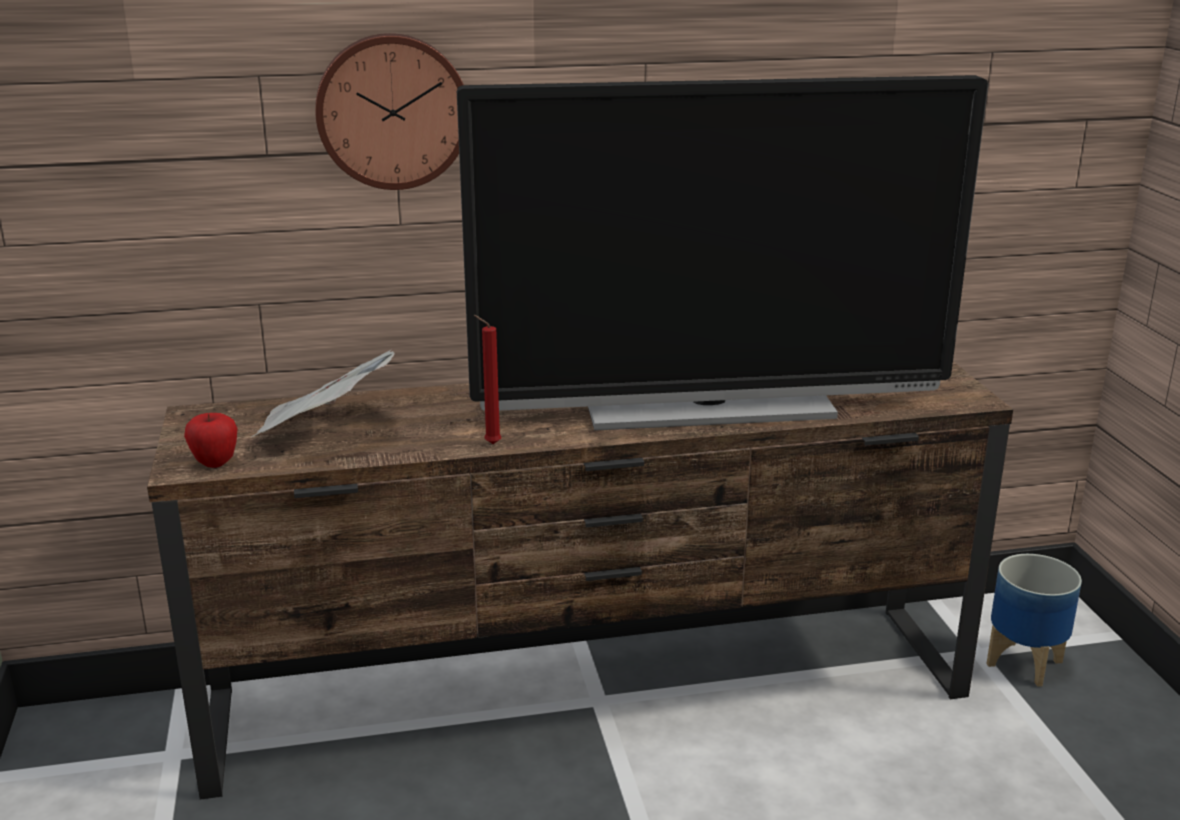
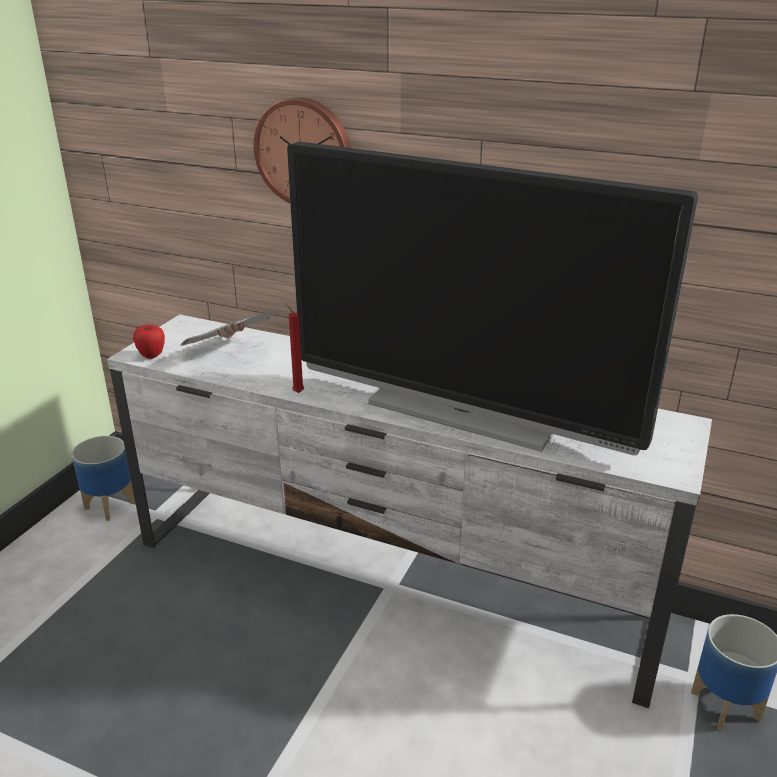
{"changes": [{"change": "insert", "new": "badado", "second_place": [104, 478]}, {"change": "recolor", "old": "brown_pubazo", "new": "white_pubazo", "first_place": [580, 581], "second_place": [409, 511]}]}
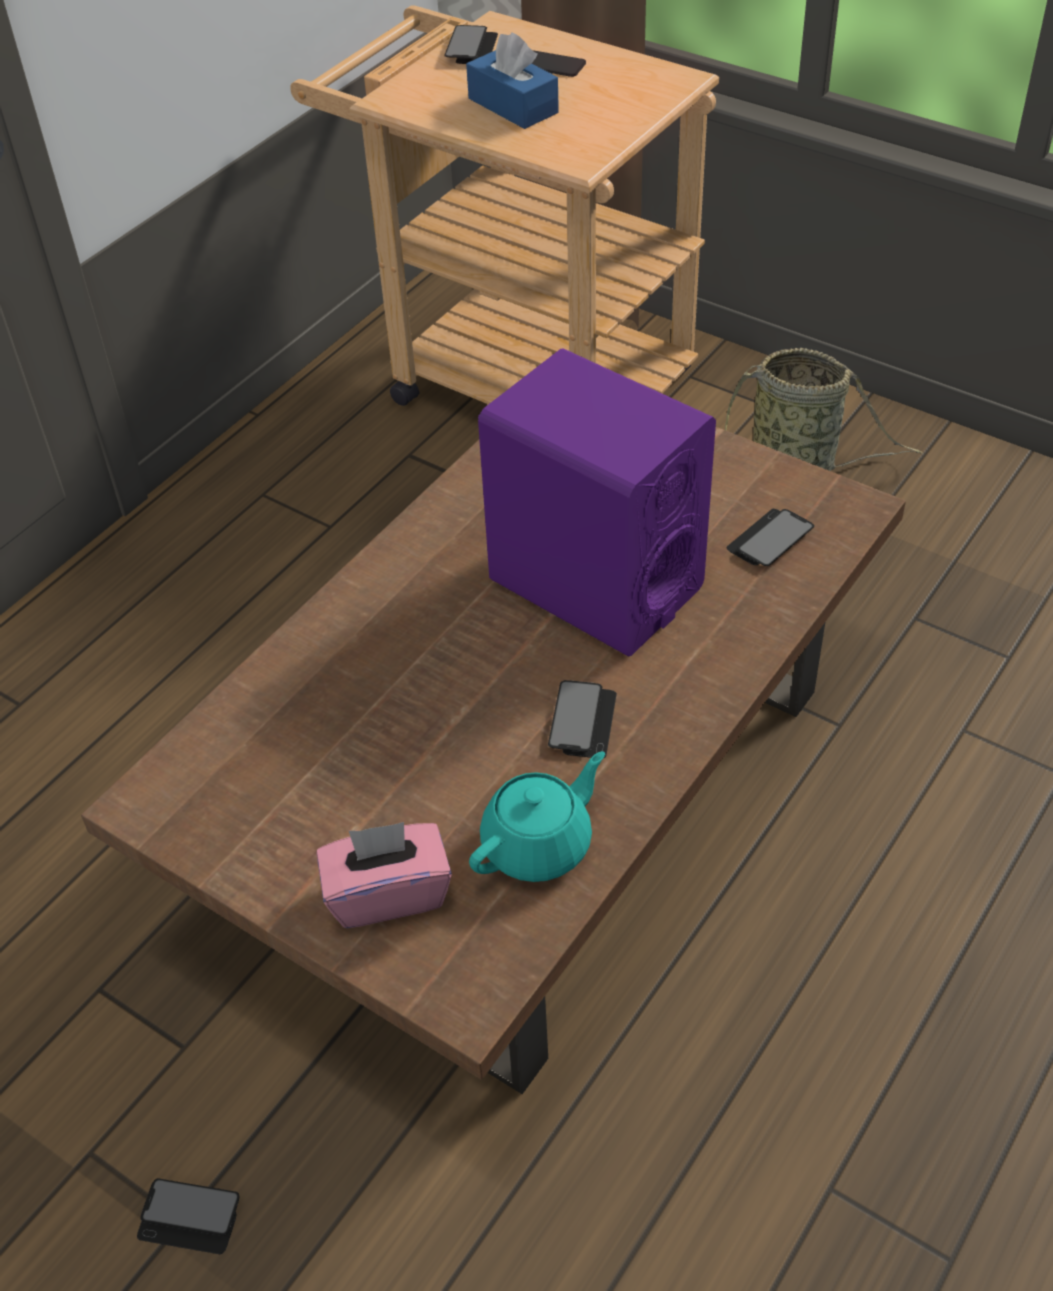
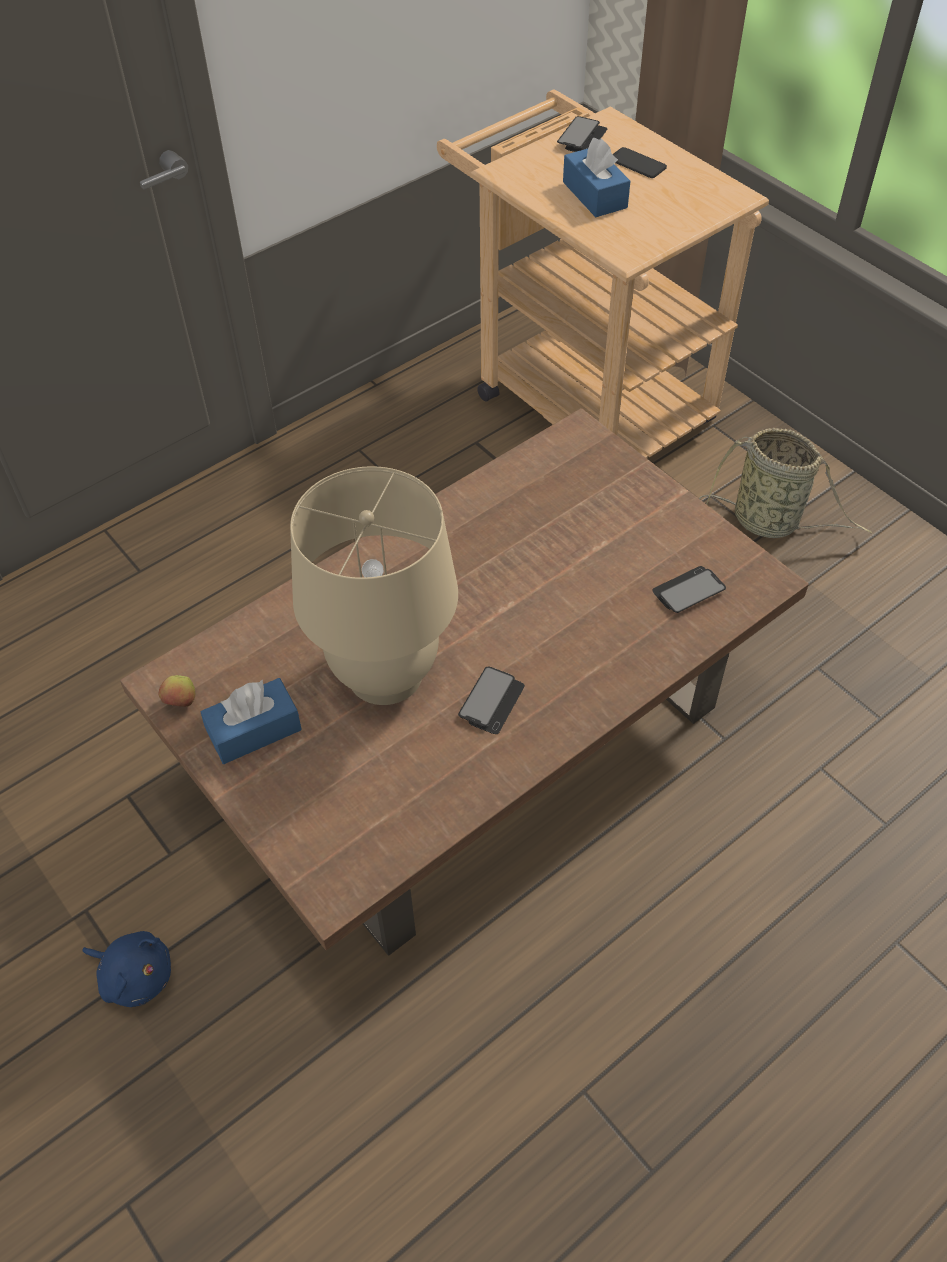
{"changes": [{"change": "delete", "old": "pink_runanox", "first_place": [384, 875]}, {"change": "delete", "old": "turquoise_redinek", "first_place": [537, 816]}, {"change": "delete", "old": "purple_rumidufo", "first_place": [597, 502]}, {"change": "insert", "new": "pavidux", "second_place": [176, 691]}, {"change": "insert", "new": "blue_runanox", "second_place": [251, 721]}, {"change": "insert", "new": "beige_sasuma", "second_place": [374, 585]}, {"change": "replace", "old": "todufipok", "new": "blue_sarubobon", "first_place": [188, 1216], "second_place": [126, 969]}]}
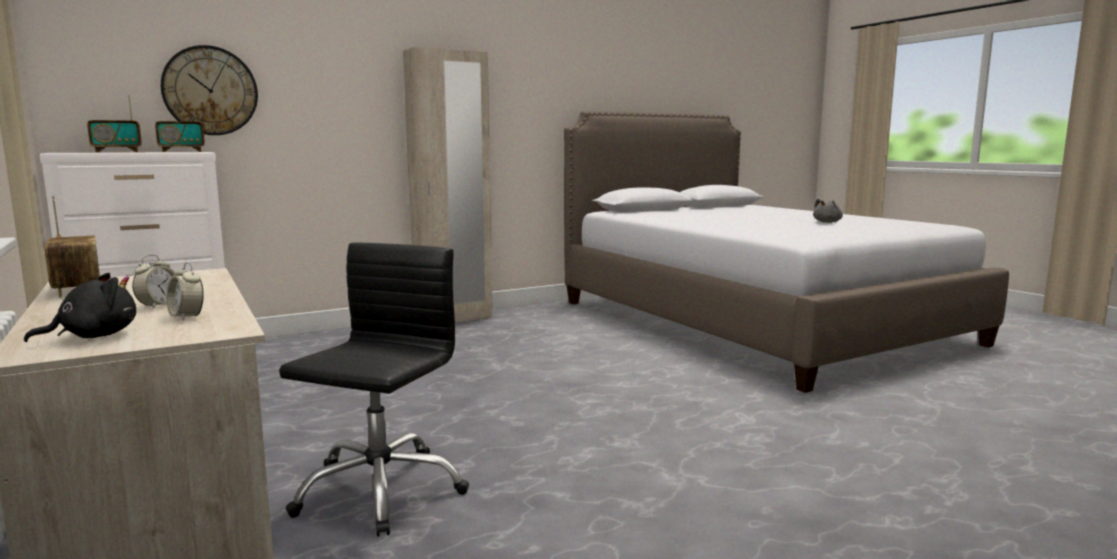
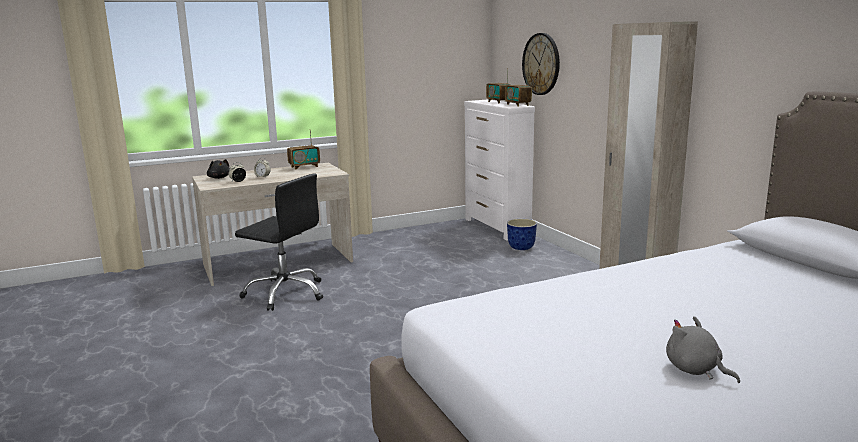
{"changes": [{"change": "insert", "new": "badado", "second_place": [522, 234]}]}
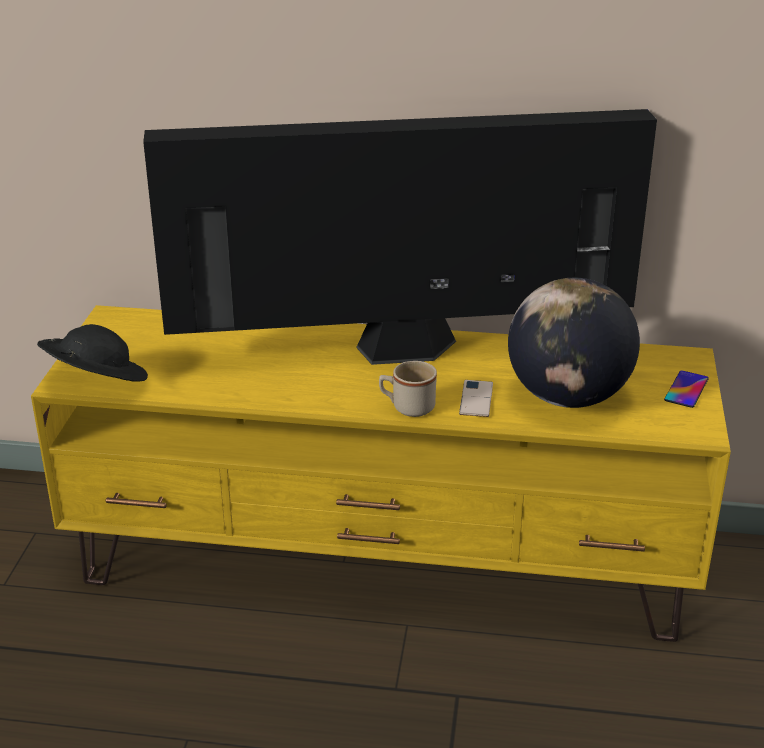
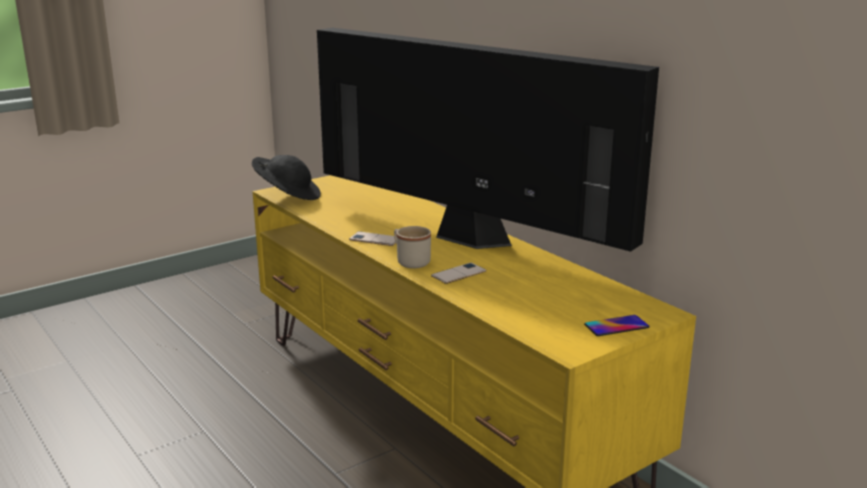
{"changes": [{"change": "delete", "old": "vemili", "first_place": [574, 343]}, {"change": "insert", "new": "todufipok", "second_place": [372, 238]}]}
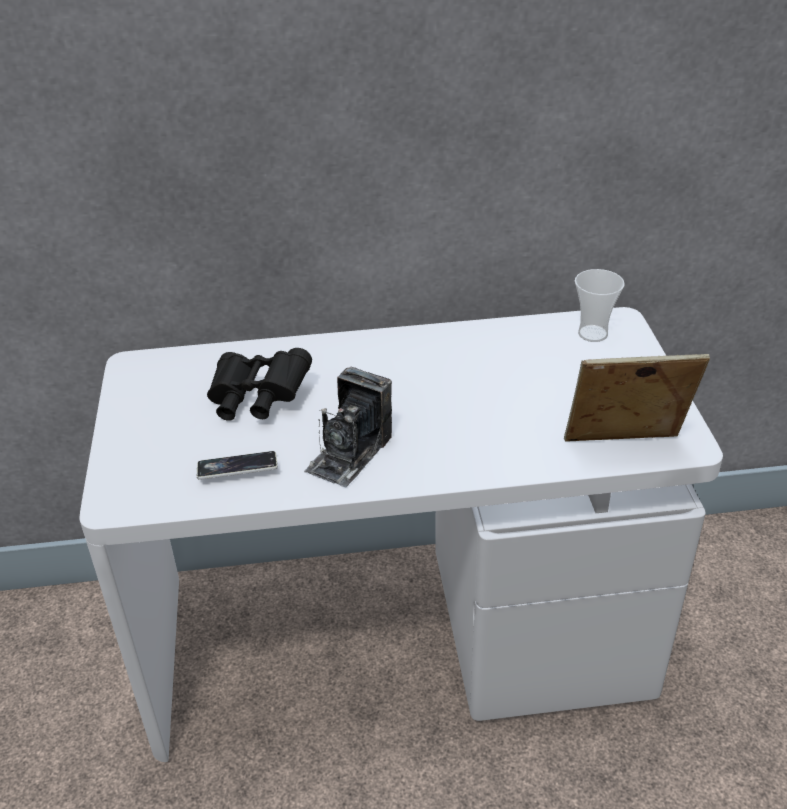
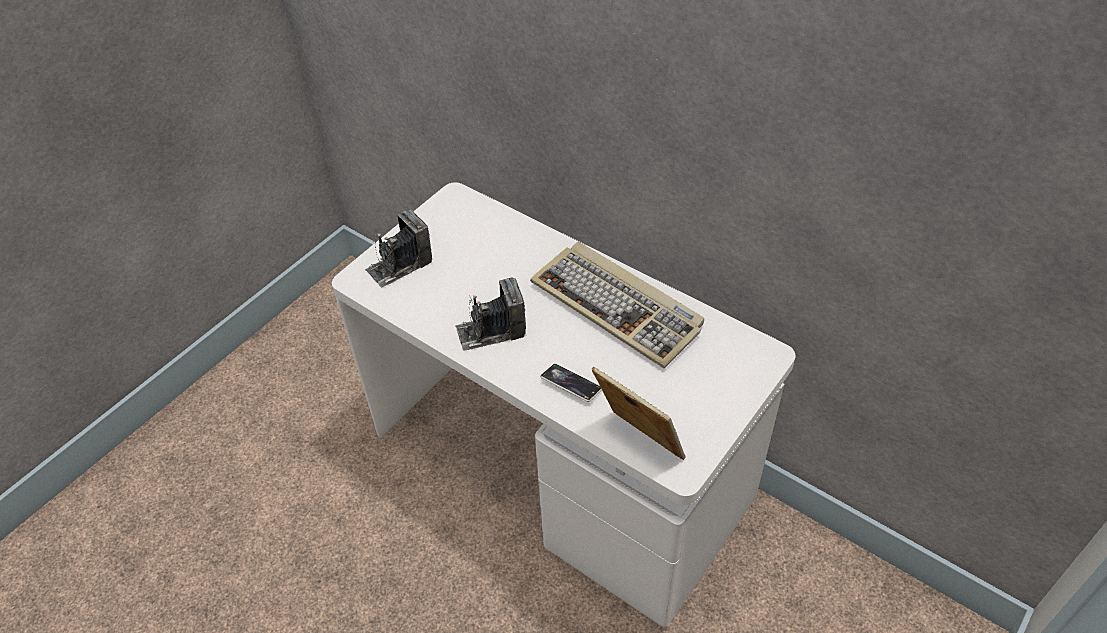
{"changes": [{"change": "delete", "old": "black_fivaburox", "first_place": [259, 384]}, {"change": "delete", "old": "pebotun", "first_place": [600, 305]}, {"change": "insert", "new": "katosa", "second_place": [398, 249]}, {"change": "insert", "new": "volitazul", "second_place": [617, 305]}, {"change": "move", "old": "todufipok", "first_place": [237, 465], "second_place": [571, 383]}]}
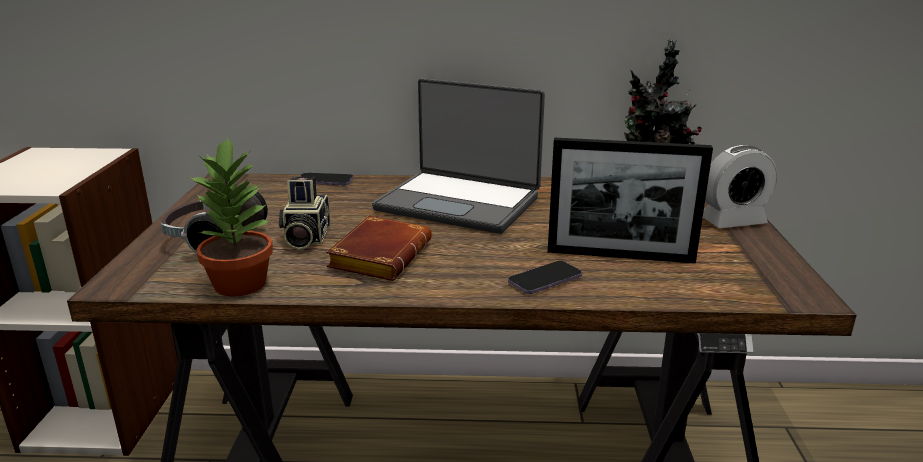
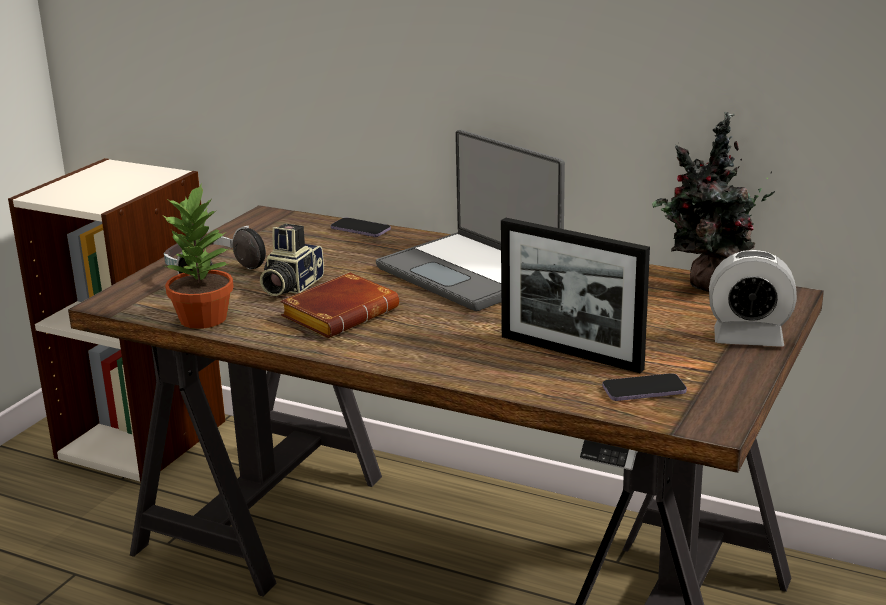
{"changes": [{"change": "move", "old": "todufipok", "first_place": [545, 277], "second_place": [645, 387]}]}
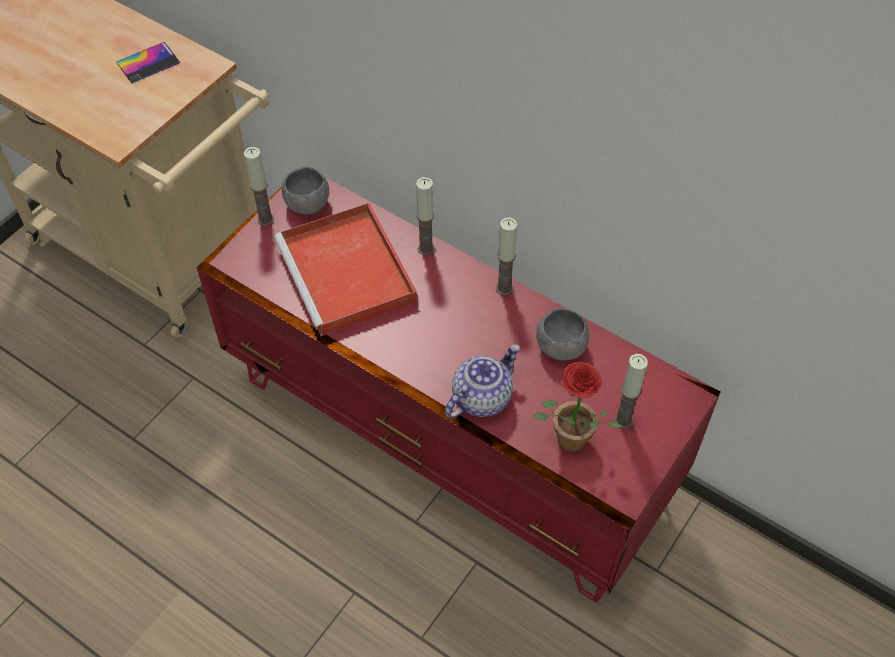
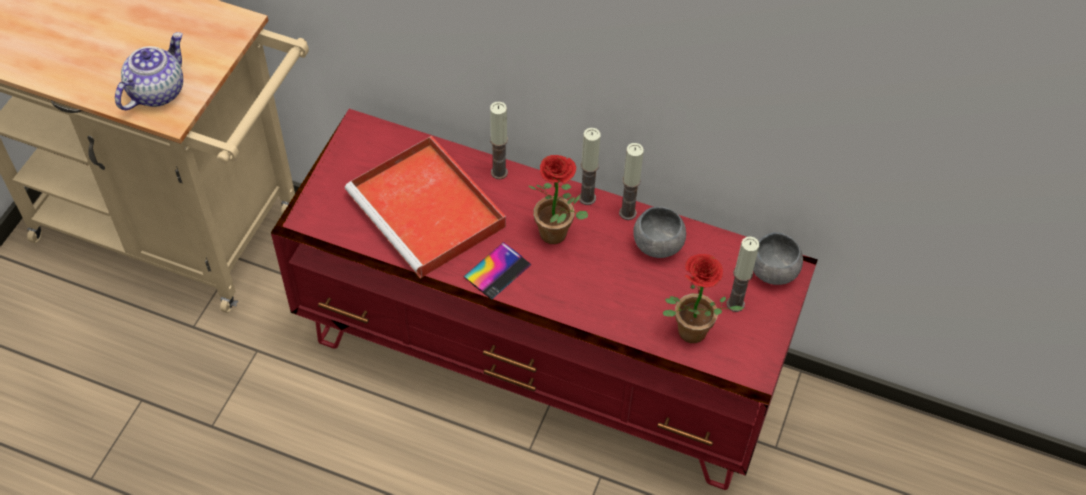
{"changes": [{"change": "insert", "new": "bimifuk", "second_place": [558, 199]}, {"change": "move", "old": "todufipok", "first_place": [148, 62], "second_place": [497, 271]}, {"change": "move", "old": "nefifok", "first_place": [259, 186], "second_place": [631, 181]}, {"change": "move", "old": "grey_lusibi", "first_place": [305, 191], "second_place": [778, 258]}, {"change": "move", "old": "redinek", "first_place": [482, 381], "second_place": [149, 71]}]}
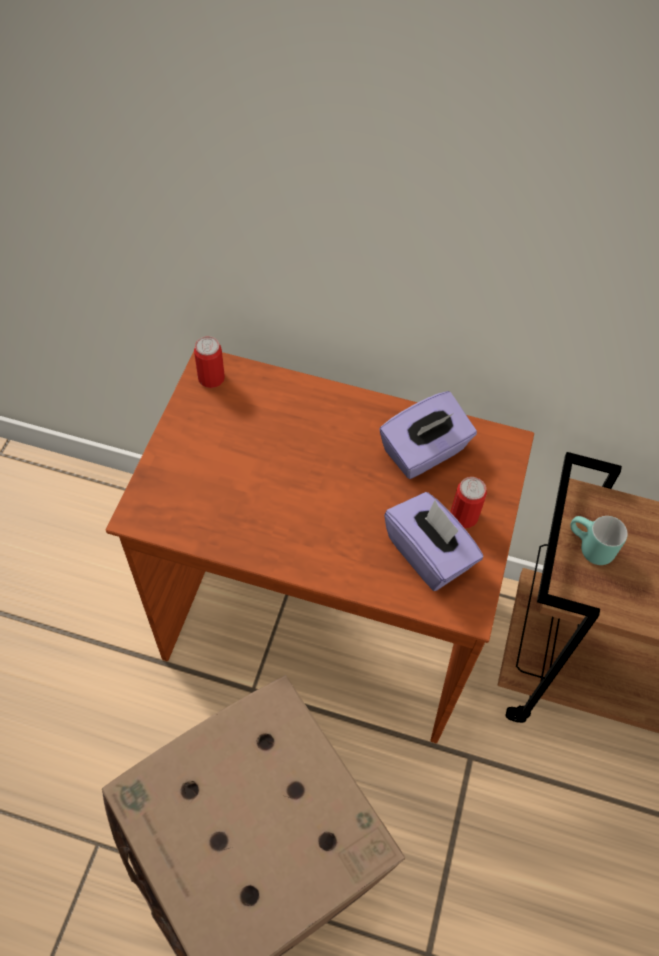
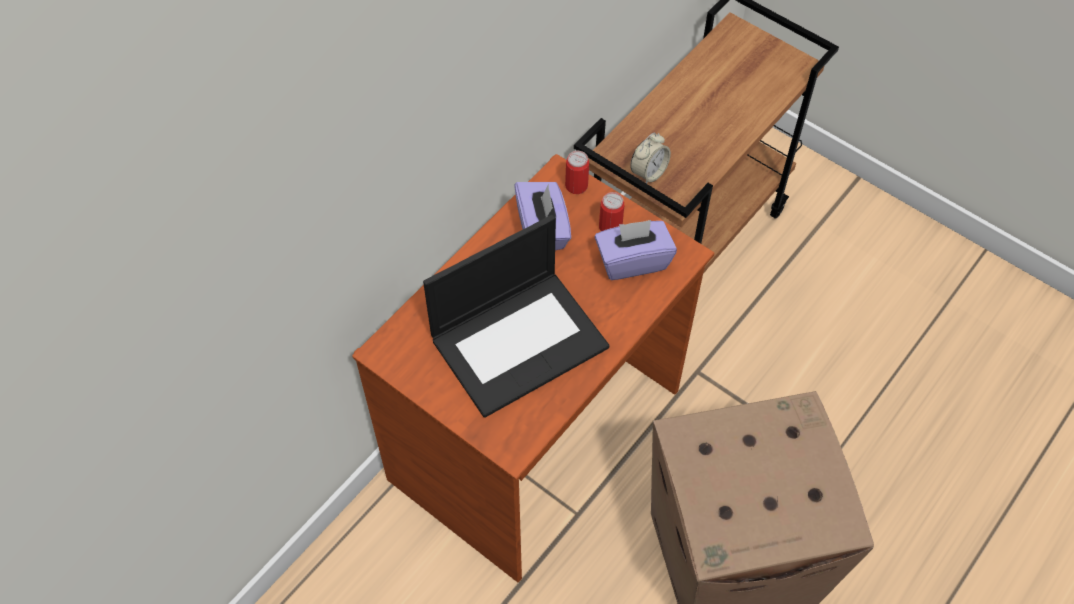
{"changes": [{"change": "insert", "new": "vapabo", "second_place": [516, 316]}, {"change": "move", "old": "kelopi", "first_place": [209, 362], "second_place": [577, 172]}, {"change": "replace", "old": "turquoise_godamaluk", "new": "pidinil", "first_place": [599, 540], "second_place": [650, 158]}]}
